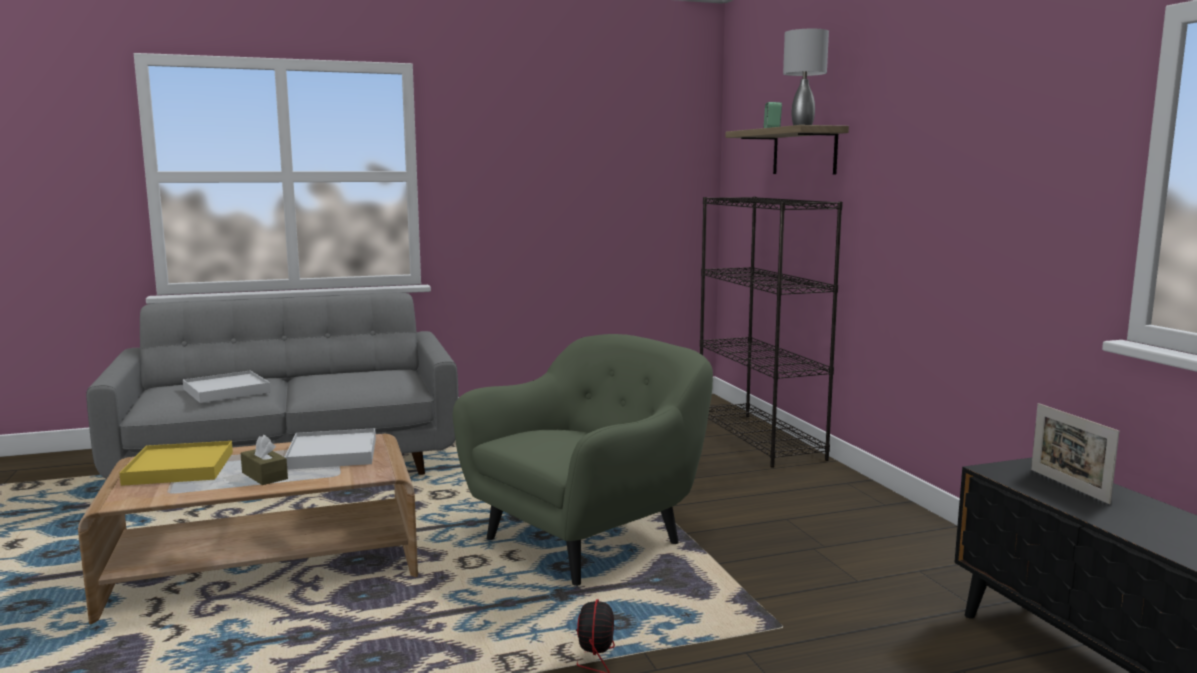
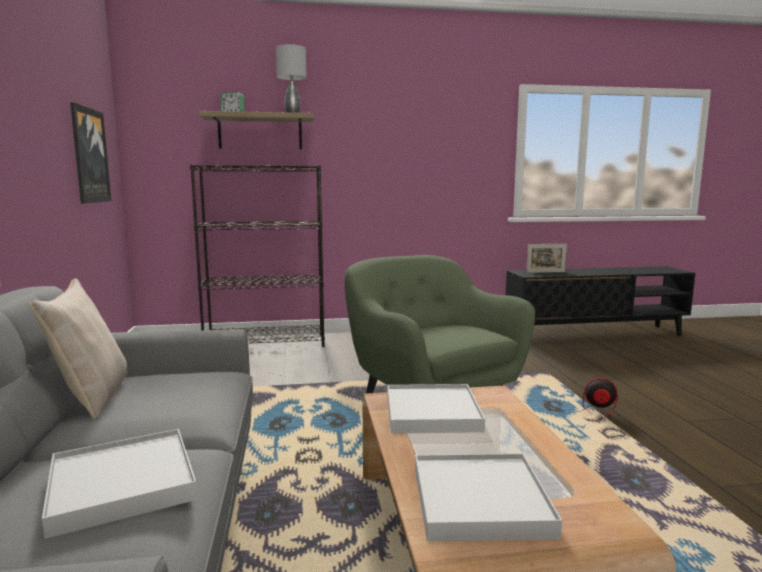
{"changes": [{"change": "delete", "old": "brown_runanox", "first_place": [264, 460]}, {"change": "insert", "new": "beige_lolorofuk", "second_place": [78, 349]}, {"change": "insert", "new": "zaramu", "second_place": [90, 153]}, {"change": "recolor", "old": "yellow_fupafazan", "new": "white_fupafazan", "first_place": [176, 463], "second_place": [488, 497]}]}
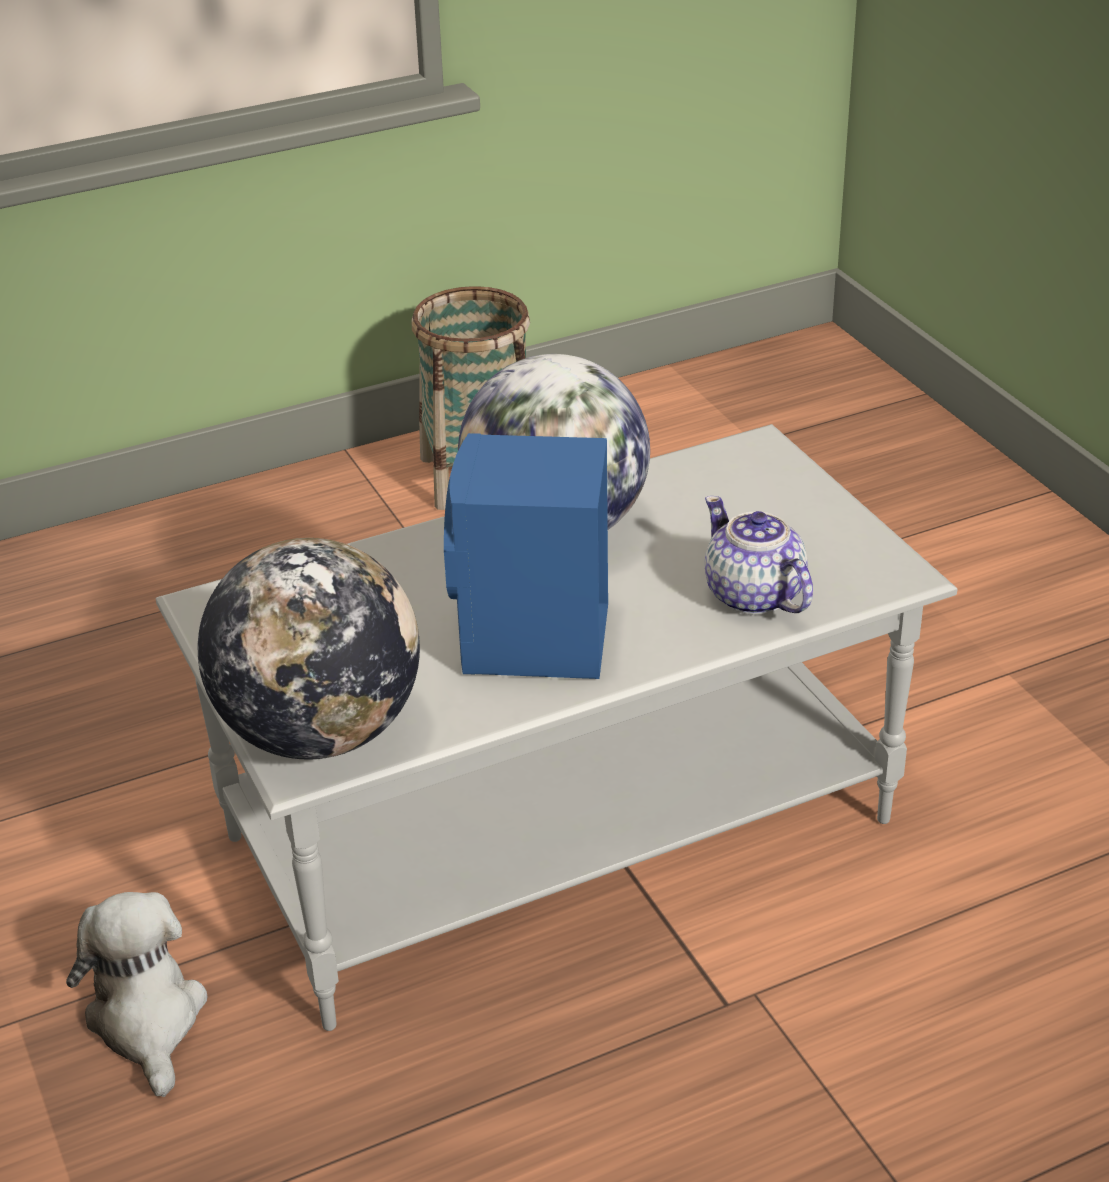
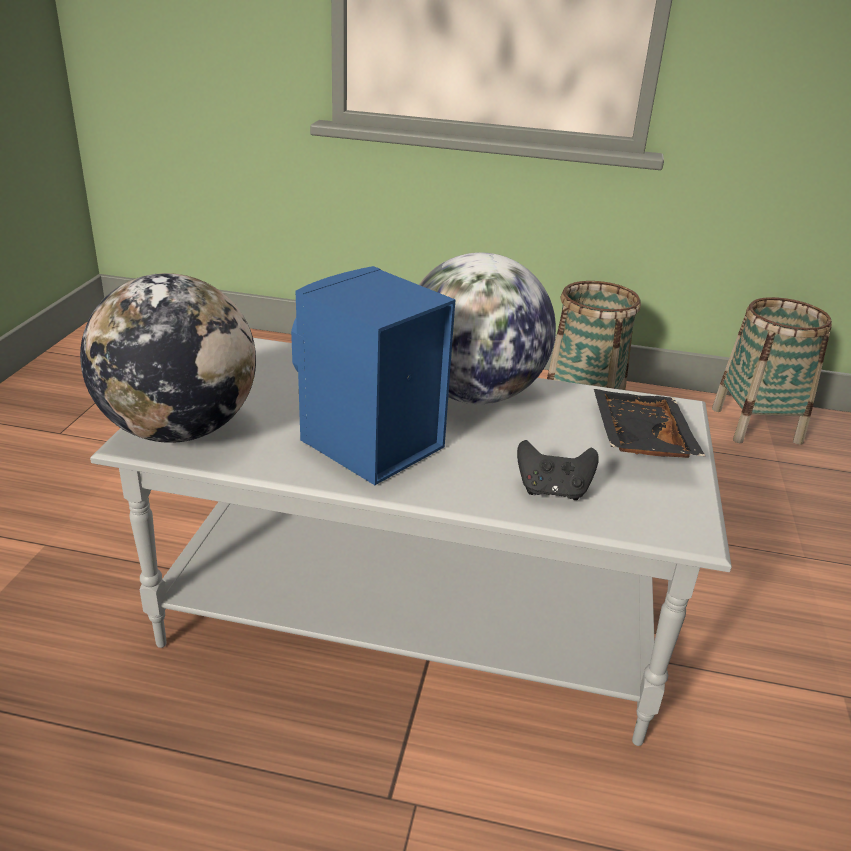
{"changes": [{"change": "delete", "old": "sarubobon", "first_place": [136, 994]}, {"change": "insert", "new": "black_fupafazan", "second_place": [649, 423]}, {"change": "insert", "new": "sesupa", "second_place": [772, 371]}, {"change": "replace", "old": "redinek", "new": "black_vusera", "first_place": [759, 555], "second_place": [558, 470]}]}
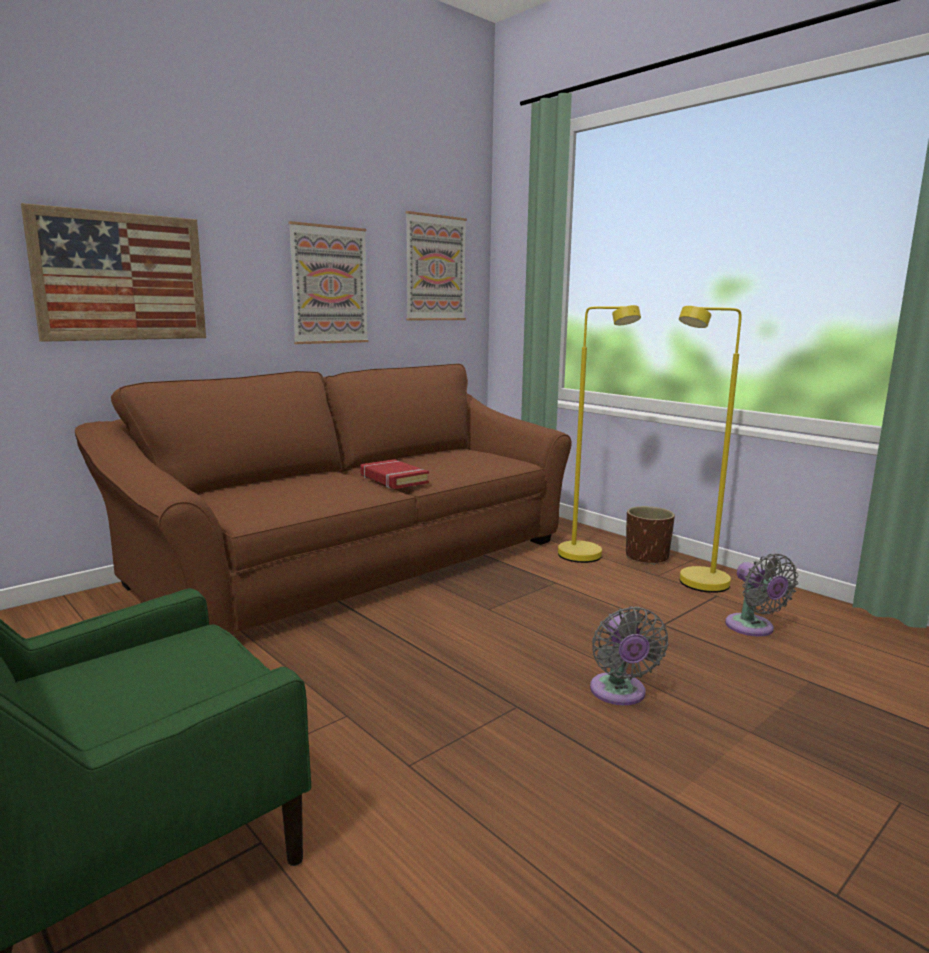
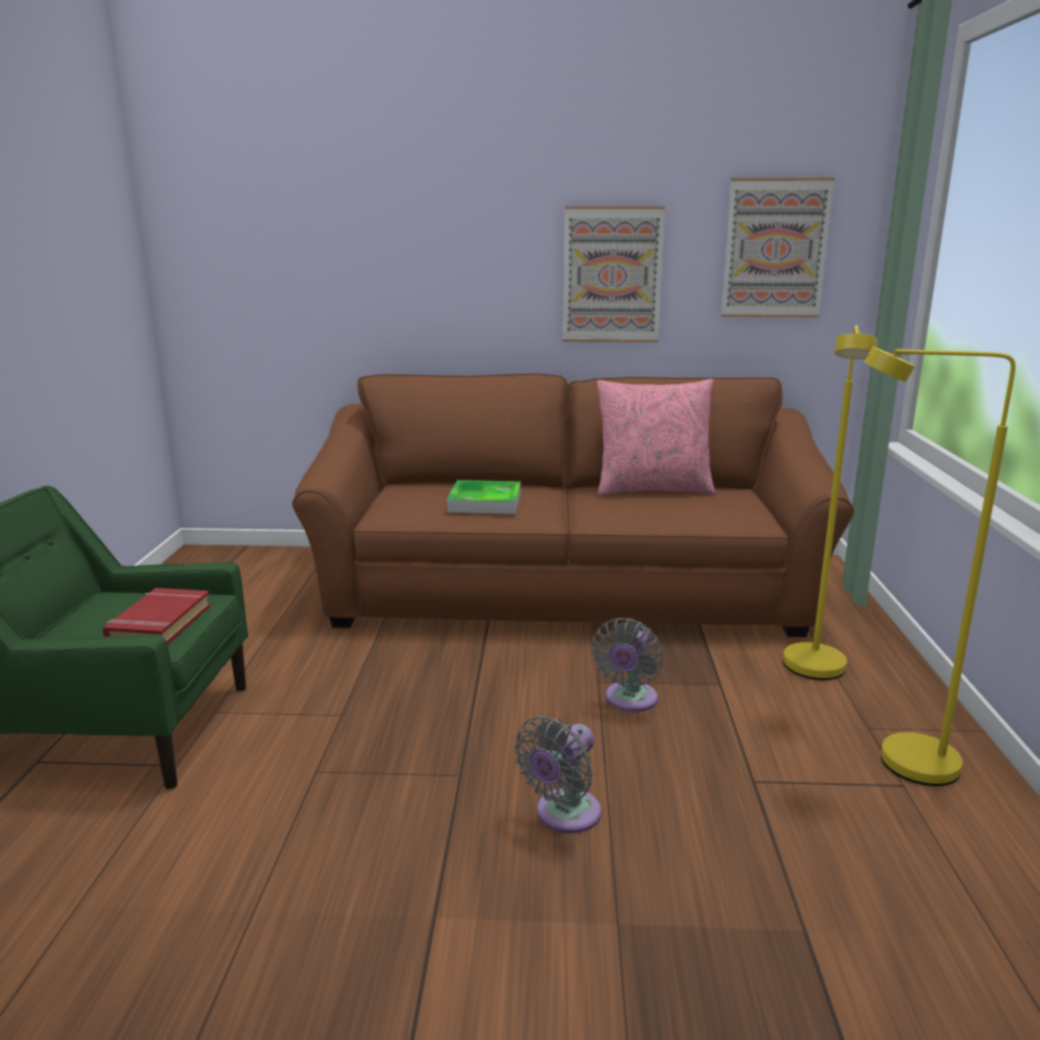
{"changes": [{"change": "delete", "old": "zaramu", "first_place": [113, 272]}, {"change": "delete", "old": "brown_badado", "first_place": [650, 535]}, {"change": "insert", "new": "fupafazan", "second_place": [484, 497]}, {"change": "insert", "new": "pink_lolorofuk", "second_place": [656, 437]}, {"change": "move", "old": "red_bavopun", "first_place": [394, 474], "second_place": [157, 616]}, {"change": "move", "old": "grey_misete", "first_place": [761, 595], "second_place": [627, 665]}]}
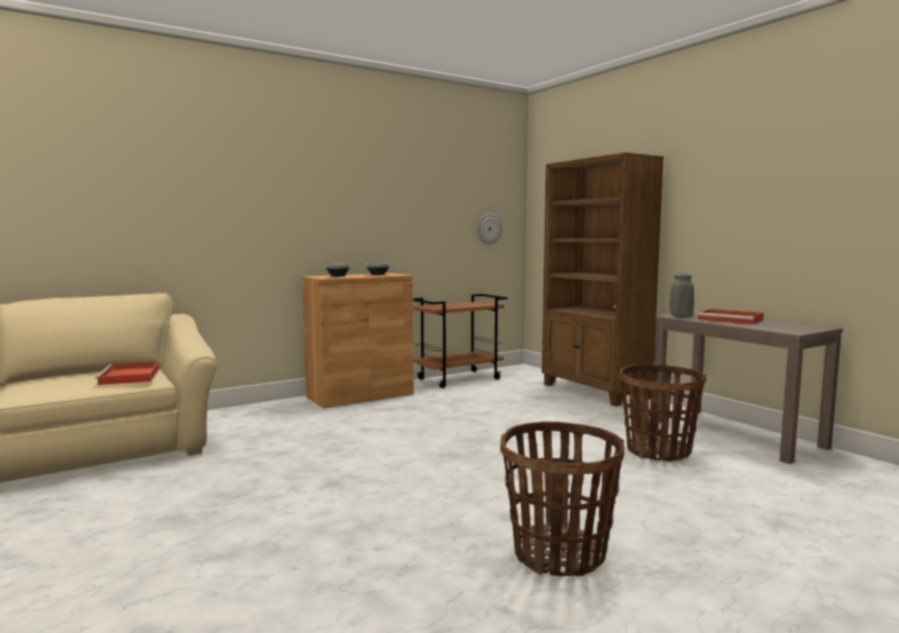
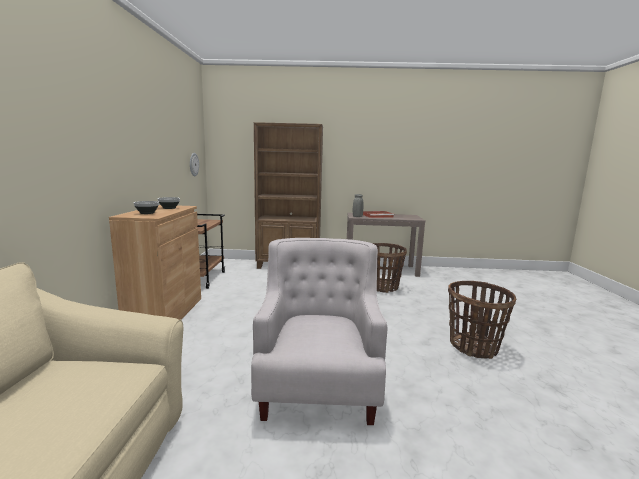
{"changes": [{"change": "delete", "old": "red_fupafazan", "first_place": [127, 373]}, {"change": "insert", "new": "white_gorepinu", "second_place": [319, 331]}]}
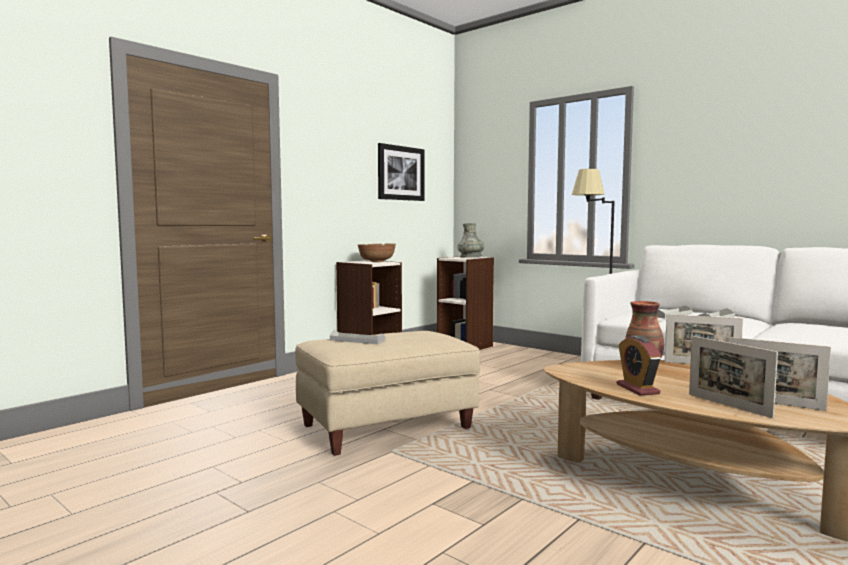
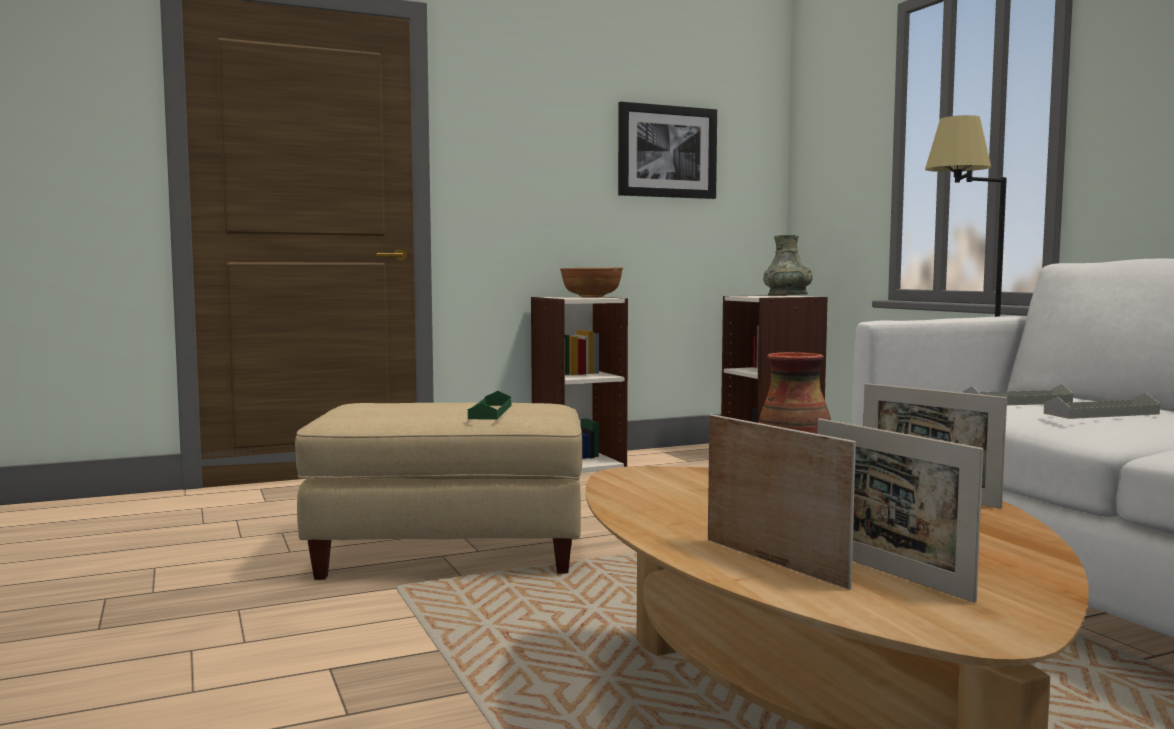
{"changes": [{"change": "delete", "old": "grey_fupafazan", "first_place": [357, 337]}, {"change": "delete", "old": "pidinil", "first_place": [638, 365]}, {"change": "insert", "new": "green_fupafazan", "second_place": [489, 405]}, {"change": "rotate", "old": "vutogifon", "first_place": [733, 377], "second_place": [782, 502], "degrees": 150}]}
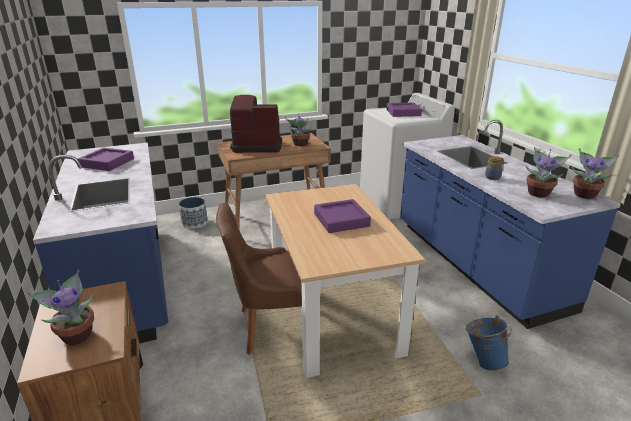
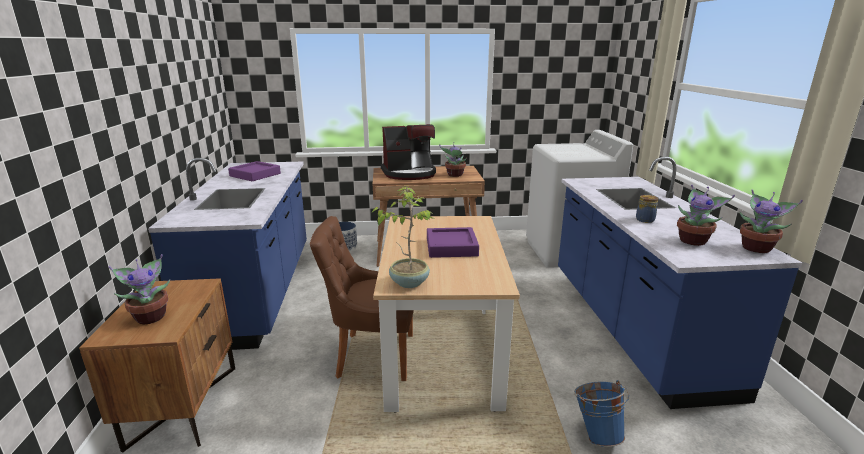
{"changes": [{"change": "delete", "old": "purple_fupafazan", "first_place": [404, 110]}, {"change": "insert", "new": "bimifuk", "second_place": [403, 237]}, {"change": "rotate", "old": "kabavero", "first_place": [256, 124], "second_place": [408, 152], "degrees": 150}]}
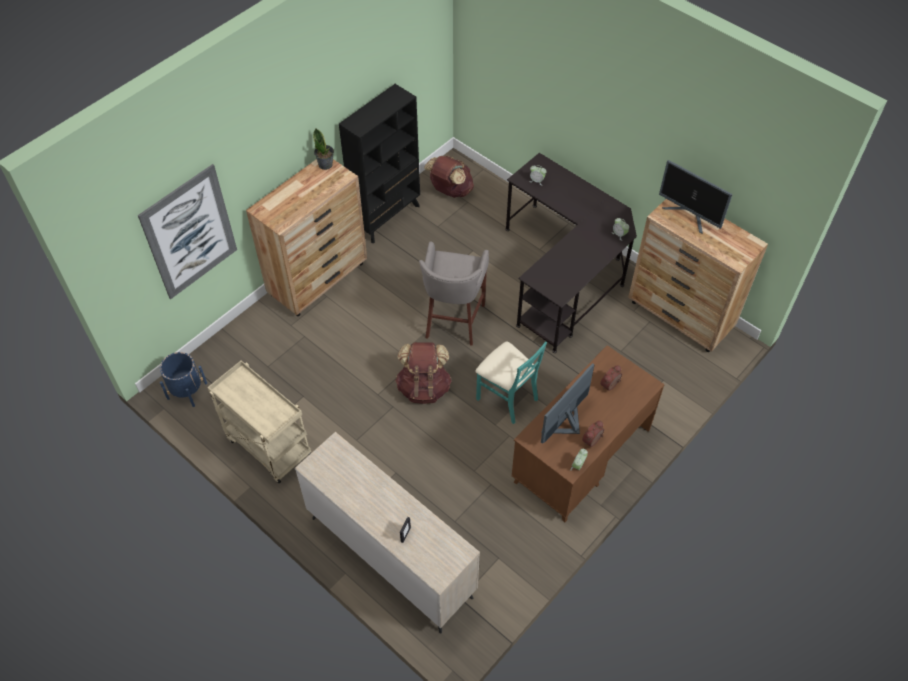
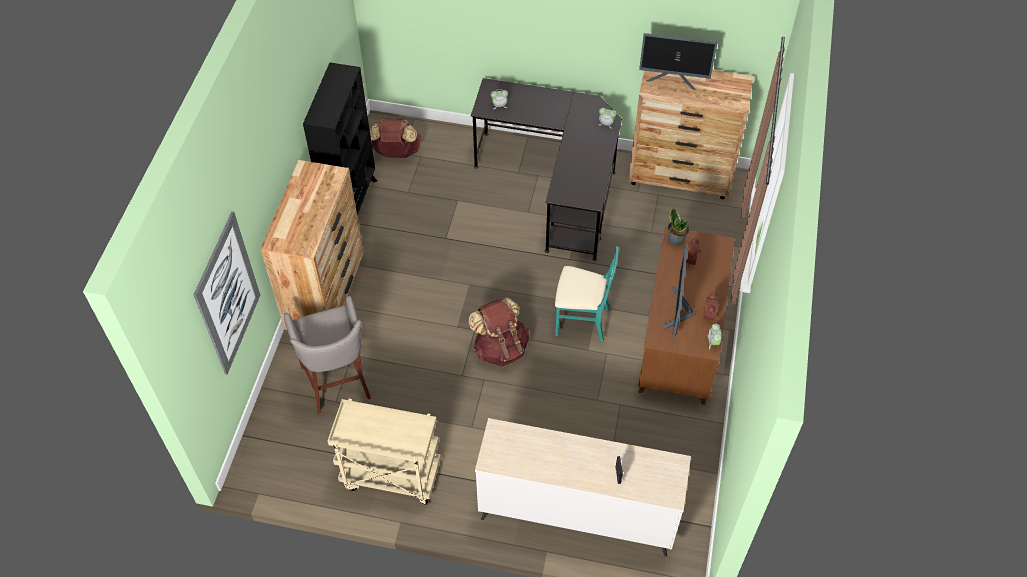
{"changes": [{"change": "delete", "old": "blue_badado", "first_place": [183, 379]}, {"change": "move", "old": "bimifuk", "first_place": [323, 149], "second_place": [678, 227]}, {"change": "move", "old": "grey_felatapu", "first_place": [454, 293], "second_place": [327, 355]}]}
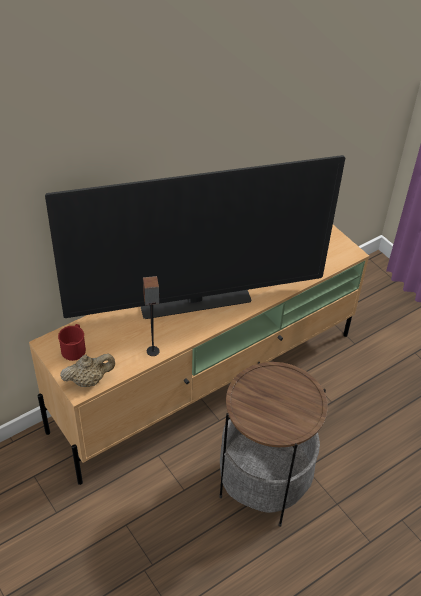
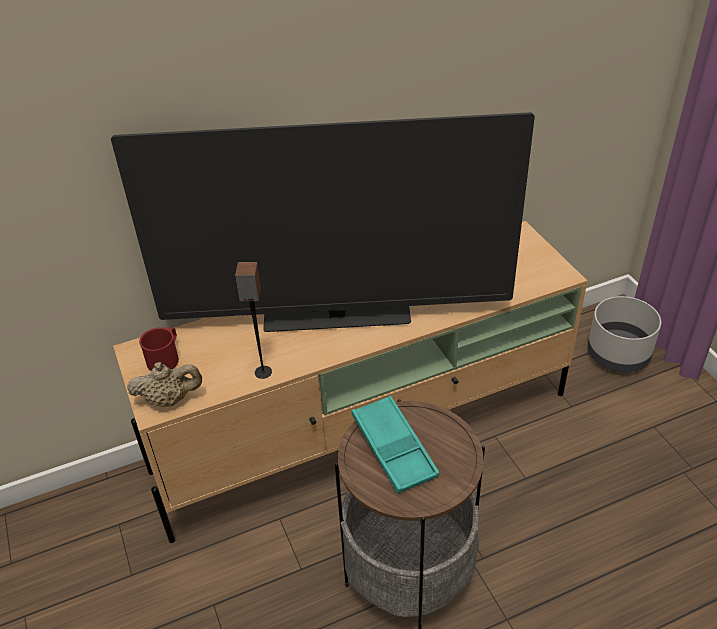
{"changes": [{"change": "insert", "new": "turquoise_fupafazan", "second_place": [395, 445]}, {"change": "insert", "new": "grey_badado", "second_place": [624, 334]}]}
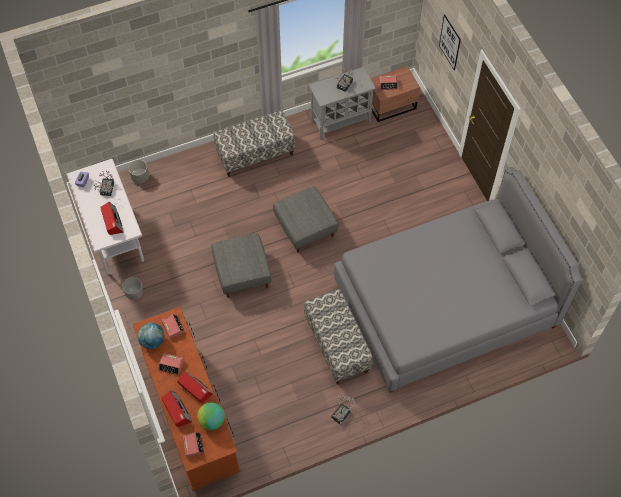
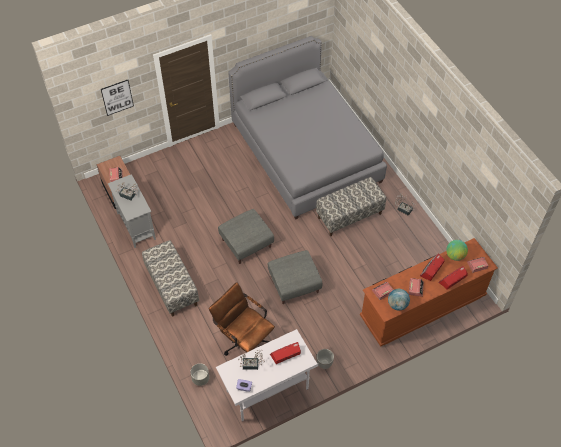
{"changes": [{"change": "insert", "new": "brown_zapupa", "second_place": [242, 319]}]}
